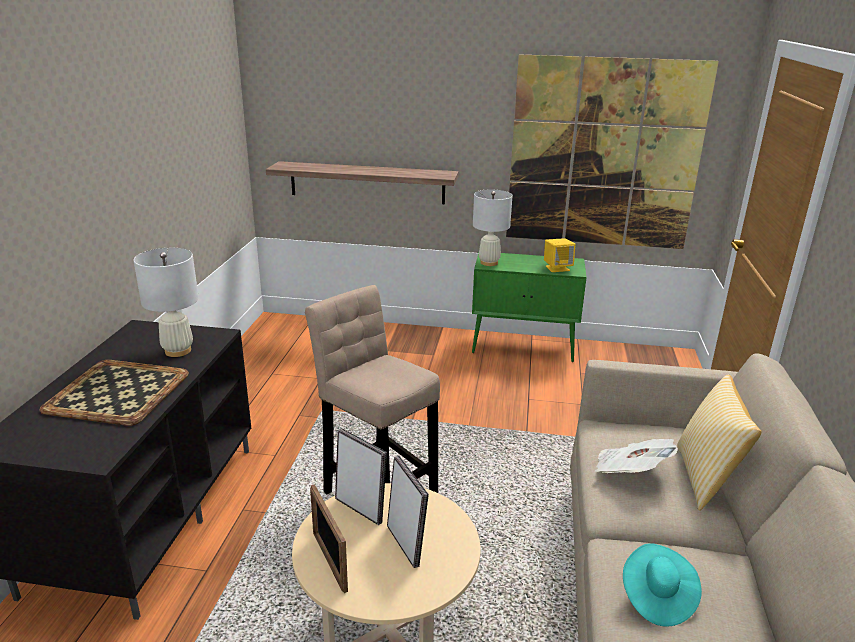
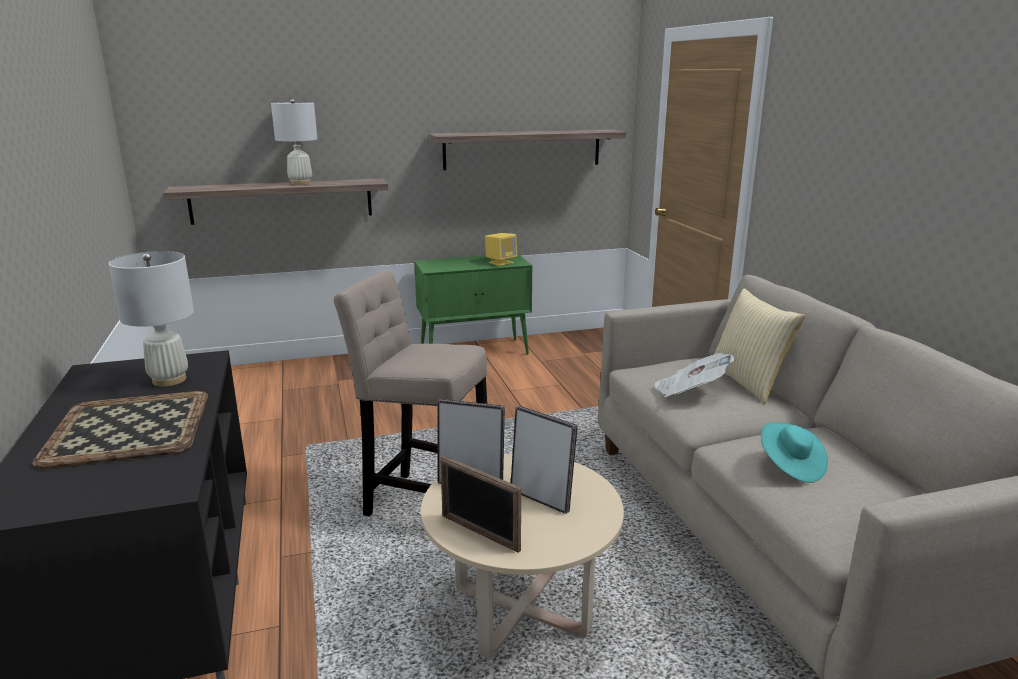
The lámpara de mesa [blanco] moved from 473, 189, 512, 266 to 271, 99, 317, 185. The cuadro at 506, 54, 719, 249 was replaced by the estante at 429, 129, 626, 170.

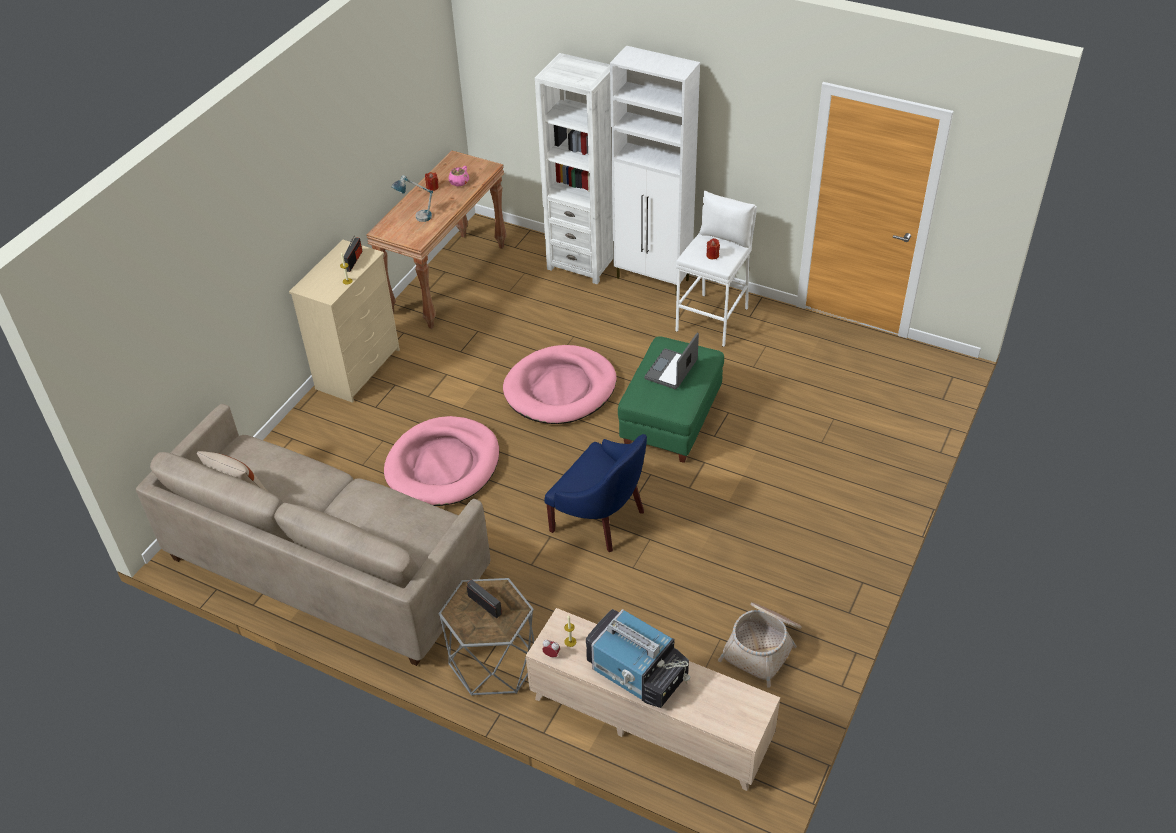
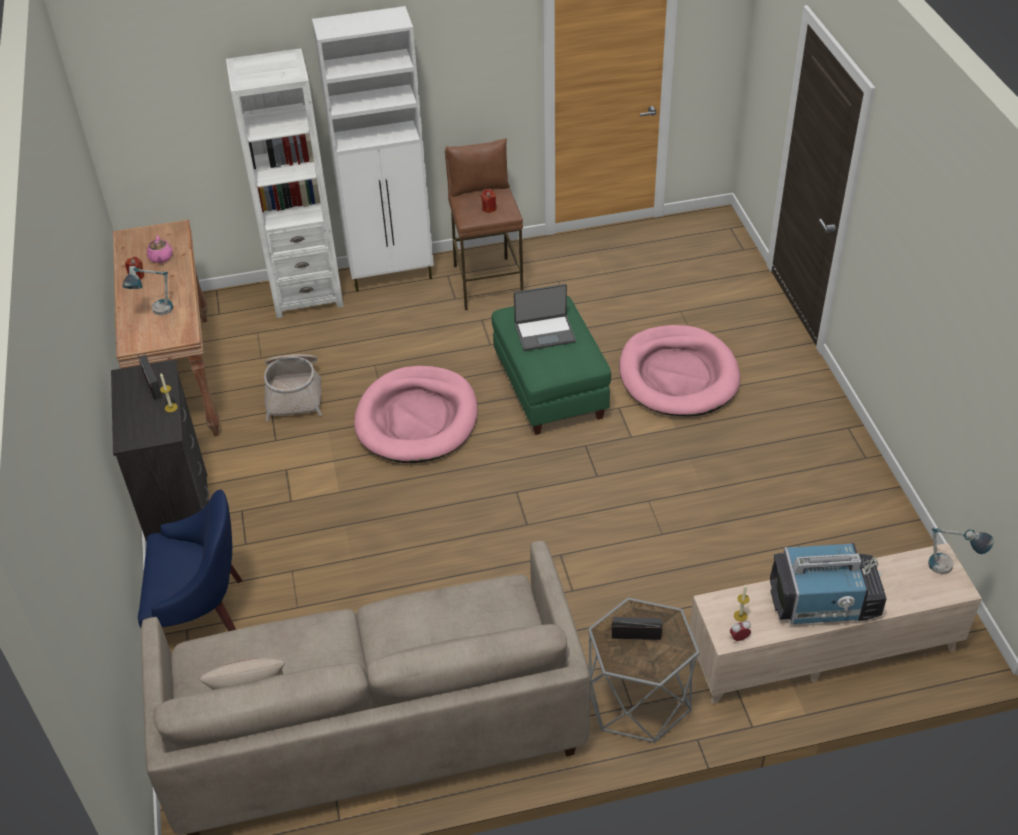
The lámpara de mesa at 928, 527, 994, 574 appeared. The cama para perro [rosa] moved from 384, 416, 499, 506 to 619, 325, 740, 416. The sillón [azul] moved from 544, 434, 647, 552 to 138, 489, 243, 631. The cesta moved from 718, 602, 802, 688 to 264, 354, 322, 421. The cómoda [beis] at 289, 240, 400, 403 became the cómoda [negro] at 111, 359, 209, 542. The taburete [blanco] at 676, 191, 757, 347 became the taburete [marrón] at 445, 138, 523, 310. The portátil at 644, 333, 699, 389 turned 90 degrees counterclockwise.

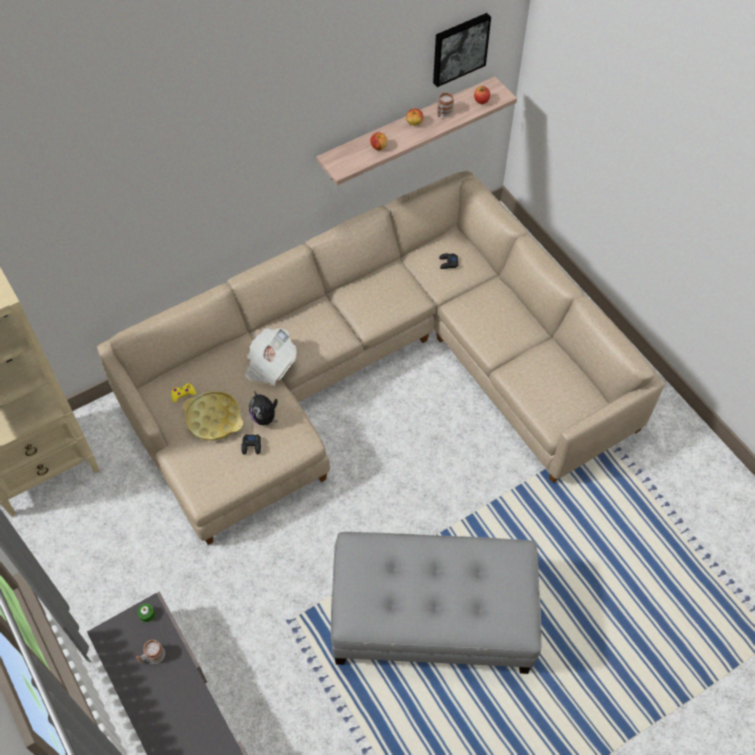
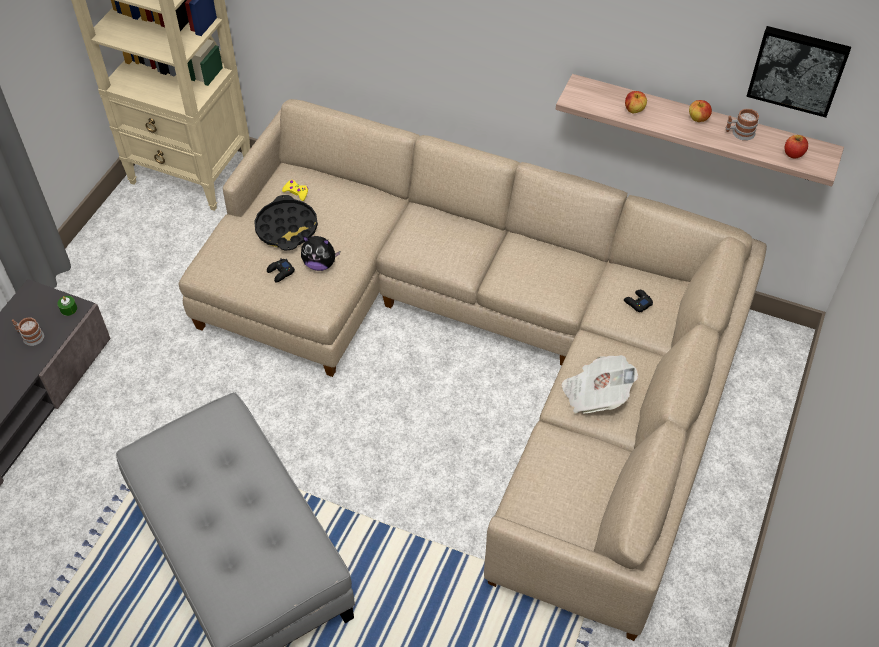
The periódico moved from 245, 328, 297, 386 to 561, 355, 638, 414. The bandeja [amarillo] at 183, 391, 243, 441 became the bandeja [negro] at 254, 195, 318, 251. The peluche at 249, 391, 278, 425 turned 105 degrees counterclockwise.

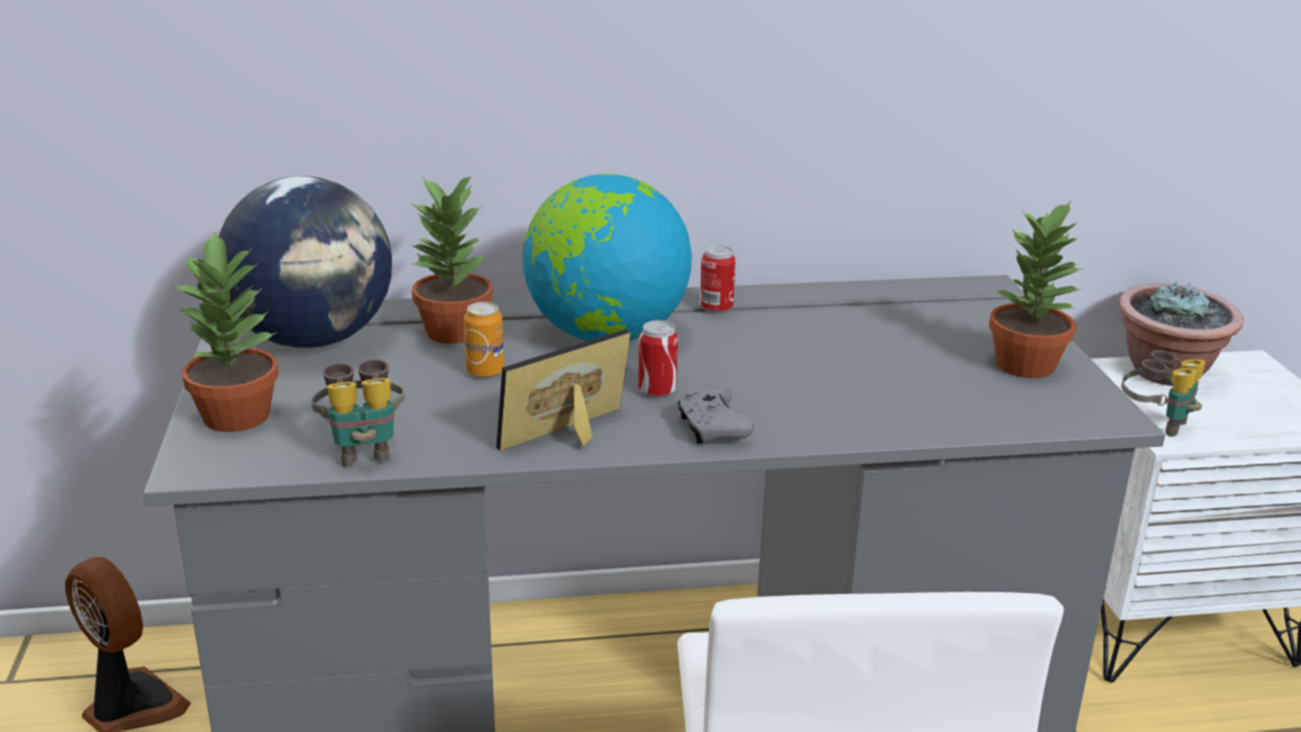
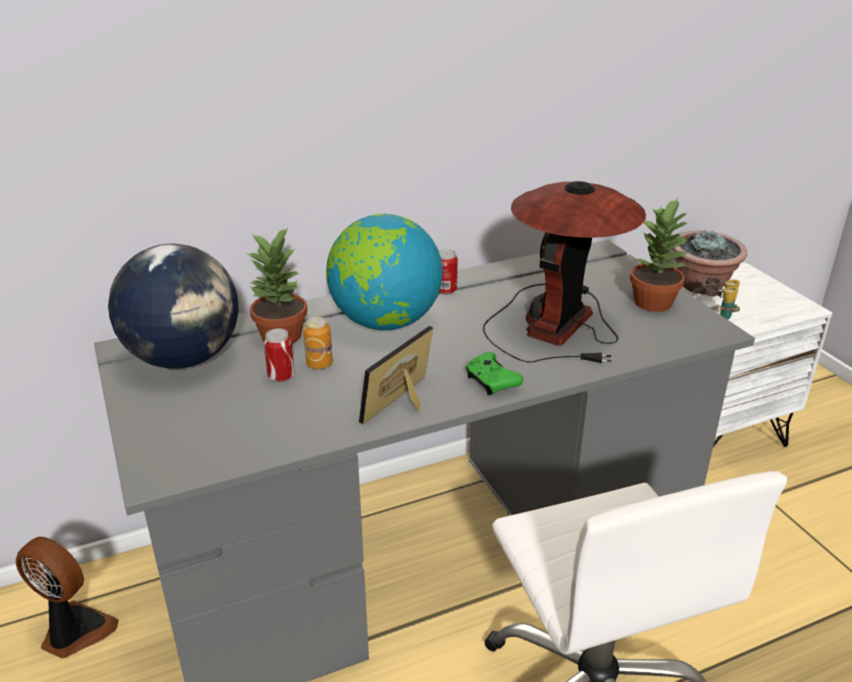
The planta en maceta at 172, 232, 279, 432 disappeared. The prismáticos at 311, 359, 405, 466 disappeared. The lámpara de mesa at 483, 181, 646, 363 appeared. The lata moved from 638, 320, 678, 398 to 264, 329, 295, 382. The mando de consola [gris] at 678, 386, 754, 444 became the mando de consola [verde] at 466, 352, 523, 395.

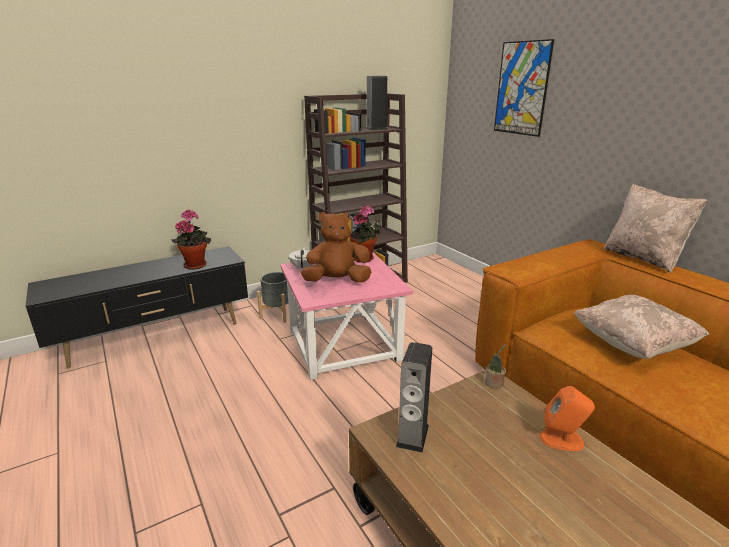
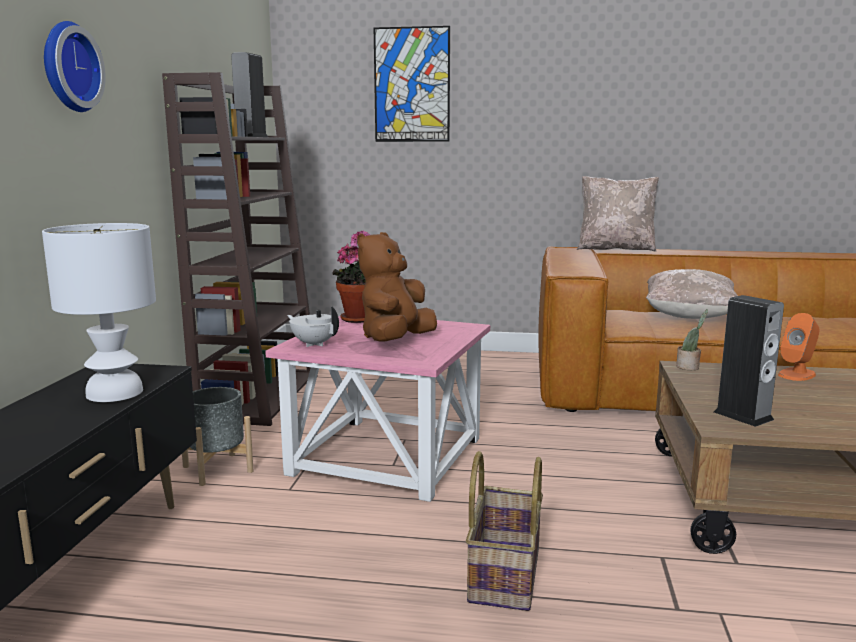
The reloj de pared at 44, 21, 106, 112 appeared. The cesta at 466, 451, 543, 611 appeared. The planta en maceta at 171, 210, 211, 270 was replaced by the lámpara de mesa [blanco] at 42, 223, 156, 402.

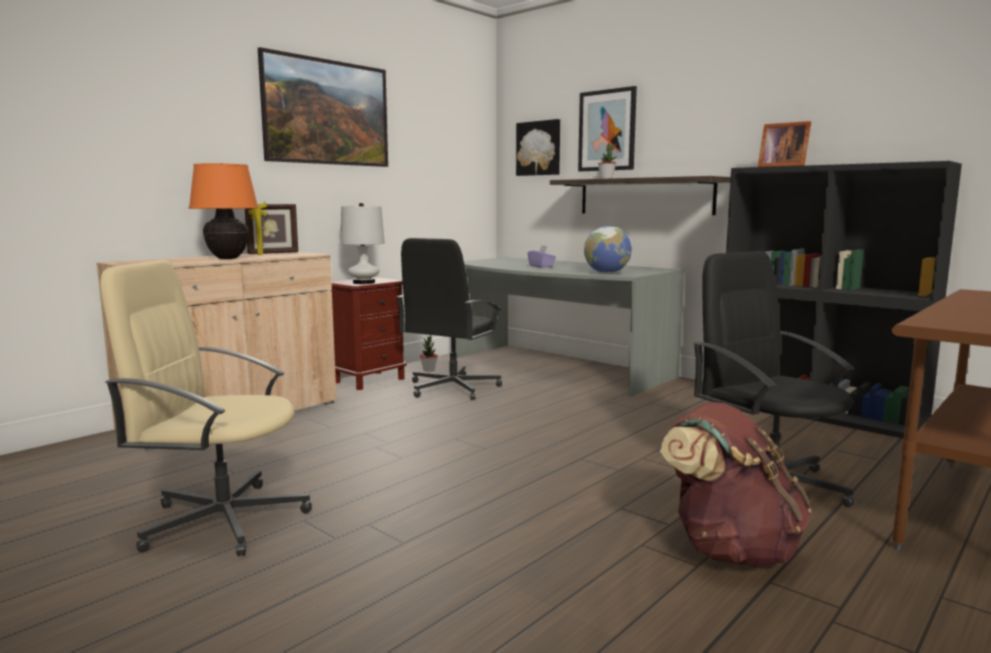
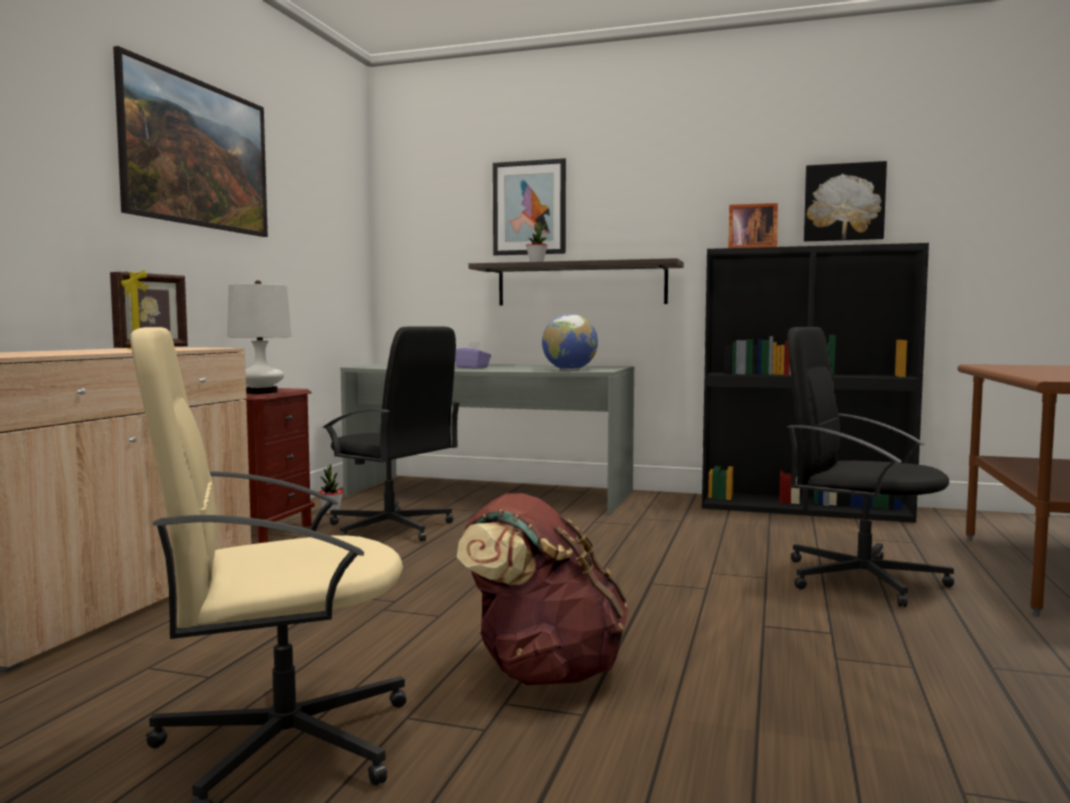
The lámpara de mesa [naranja] at 189, 163, 259, 259 disappeared. The cuadro moved from 516, 119, 560, 176 to 804, 161, 887, 241. The mochila [marrón] moved from 660, 402, 812, 567 to 457, 493, 628, 685. The silla de oficina [negro] at 397, 238, 502, 400 turned 60 degrees counterclockwise.

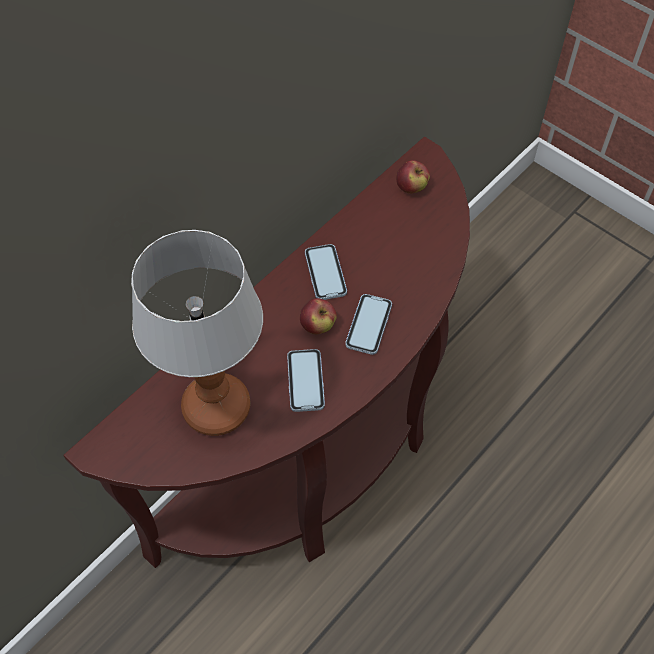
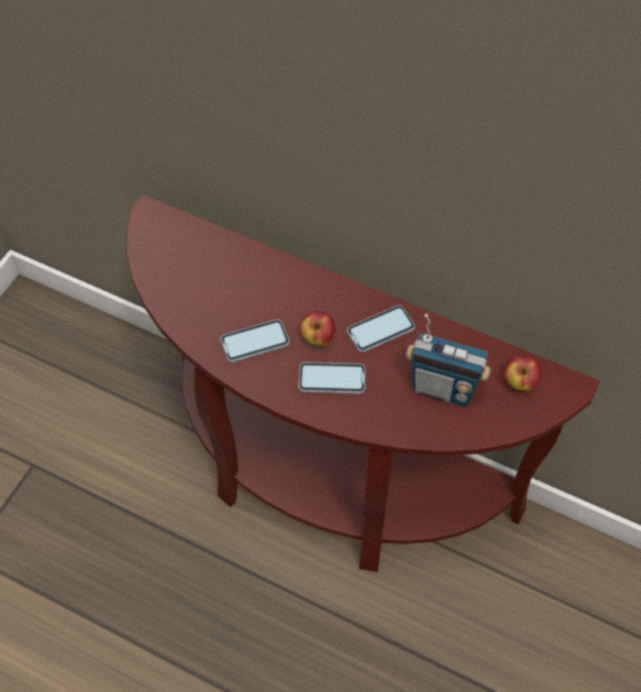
The lámpara de mesa at 131, 230, 263, 436 disappeared. The radio at 406, 314, 491, 407 appeared.

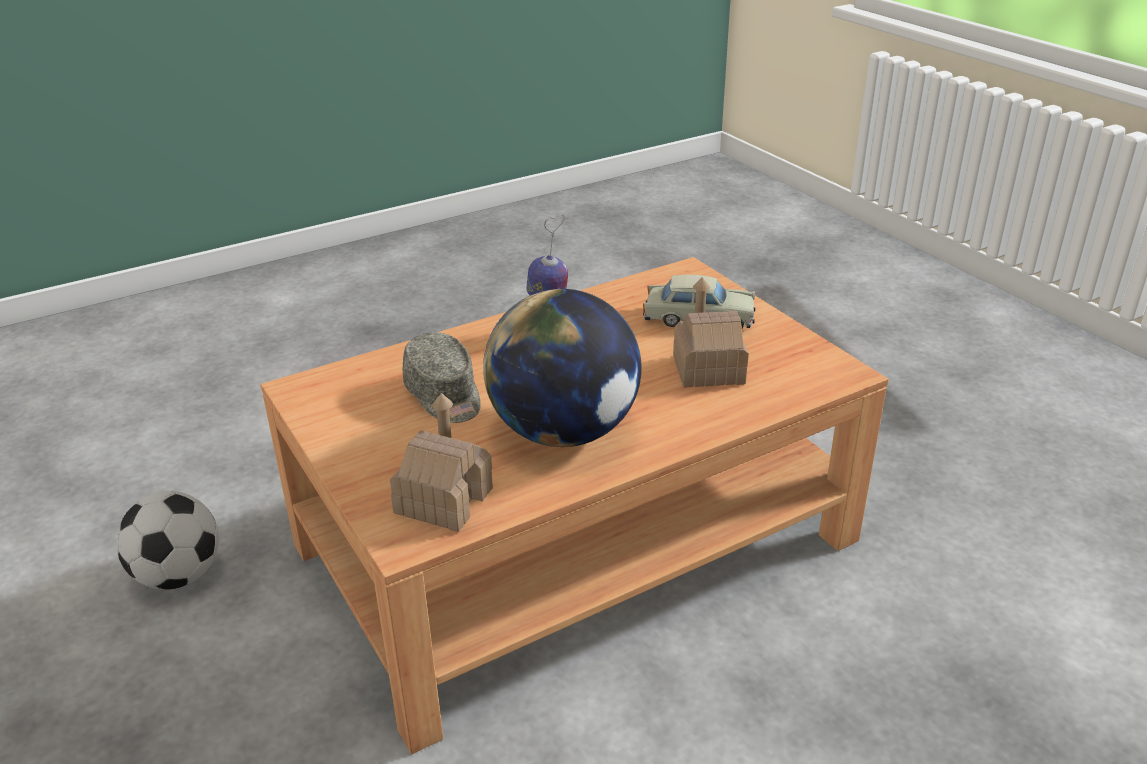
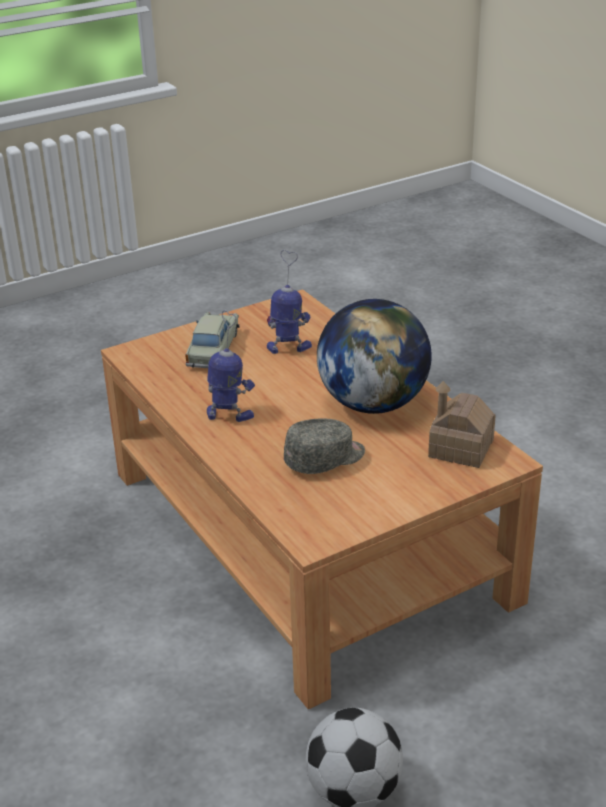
The casita at 673, 277, 749, 388 was replaced by the robot de juguete at 267, 250, 312, 354.

